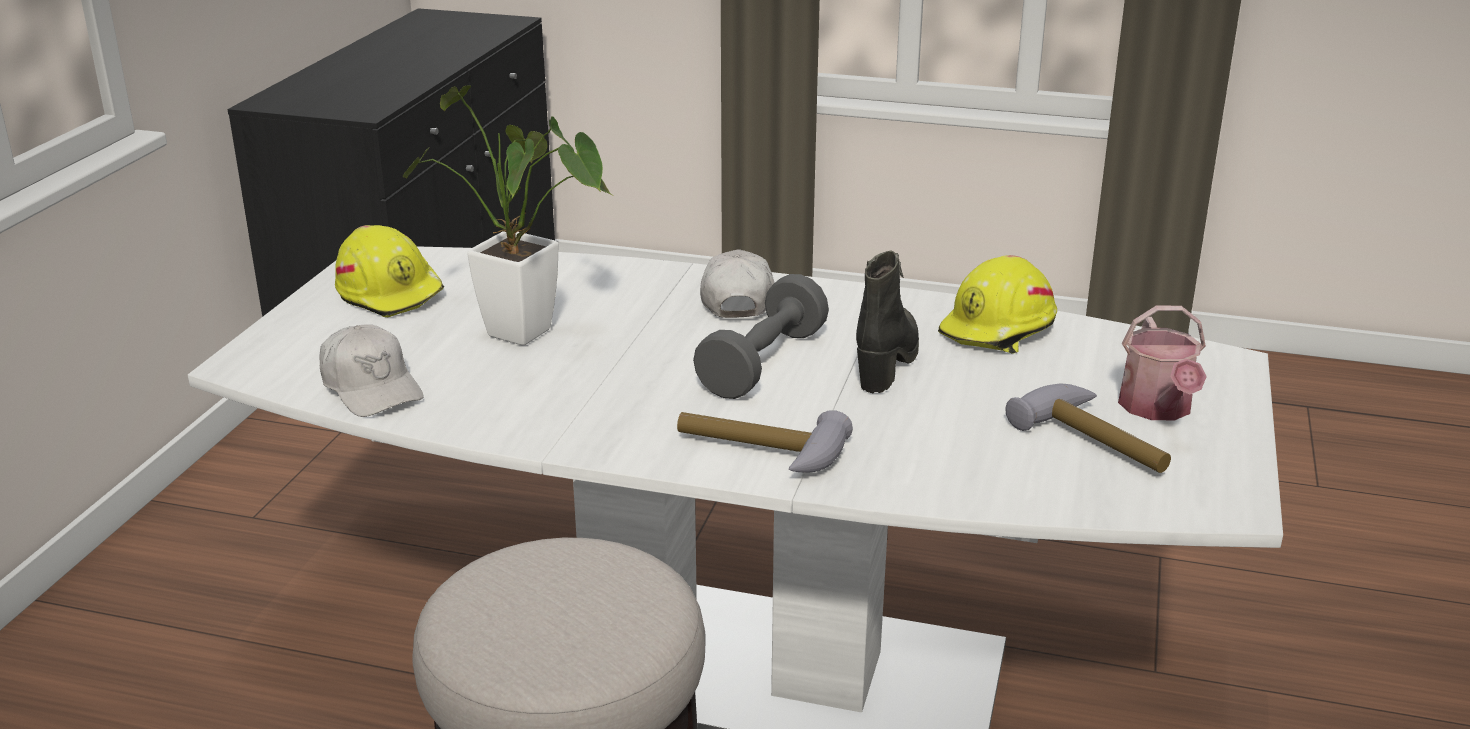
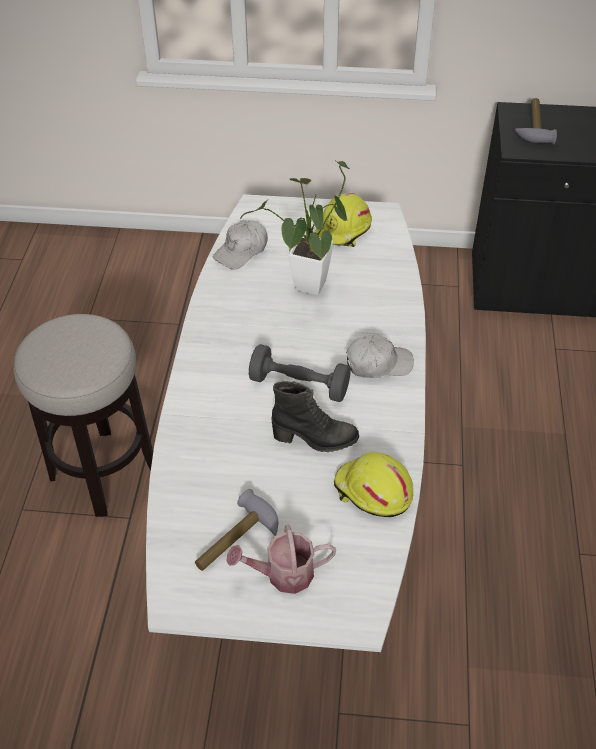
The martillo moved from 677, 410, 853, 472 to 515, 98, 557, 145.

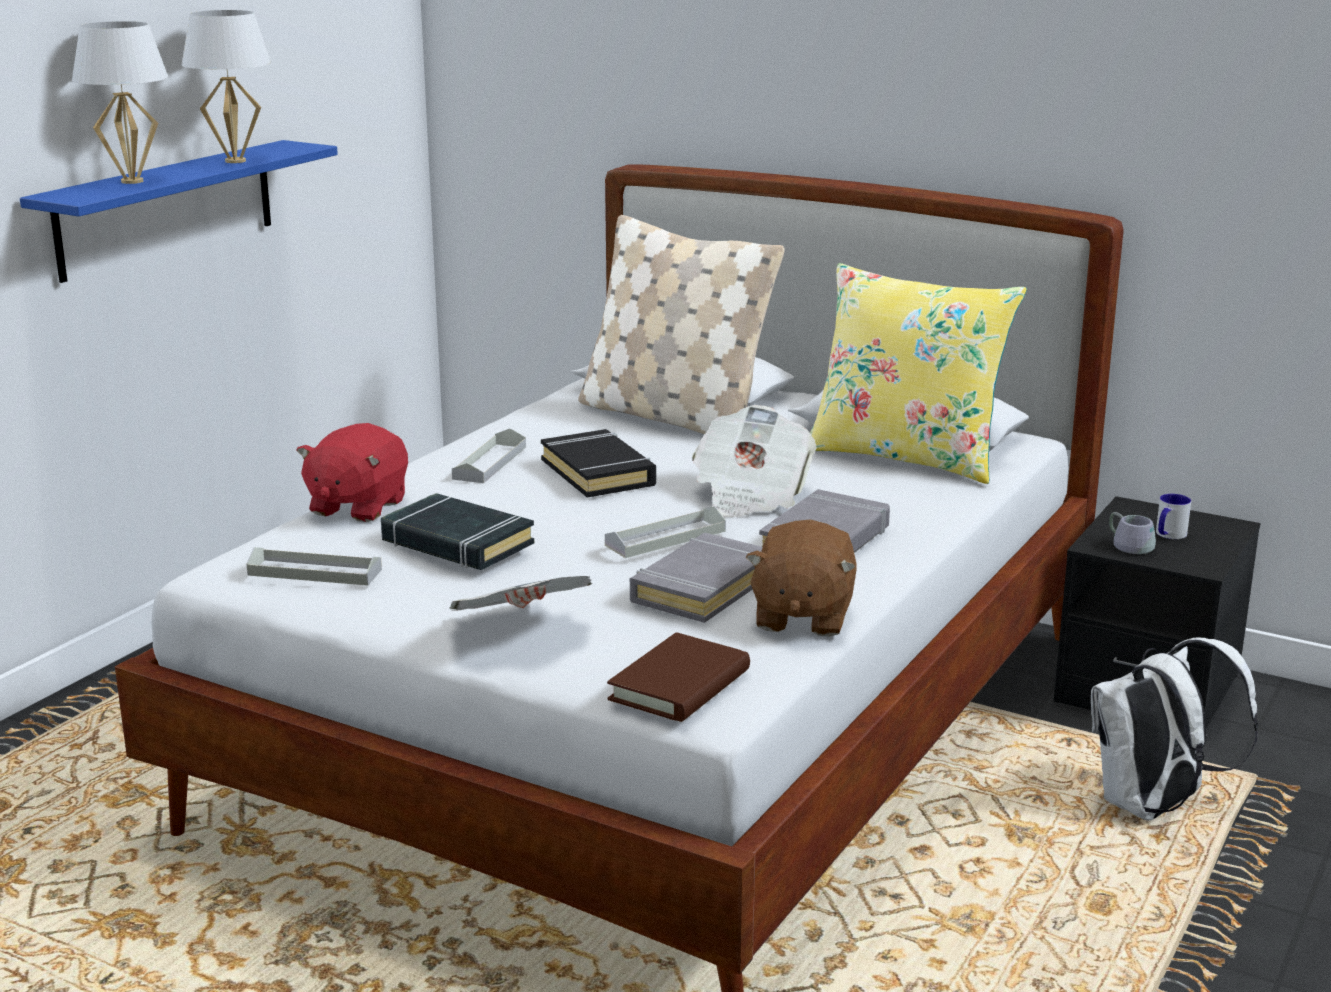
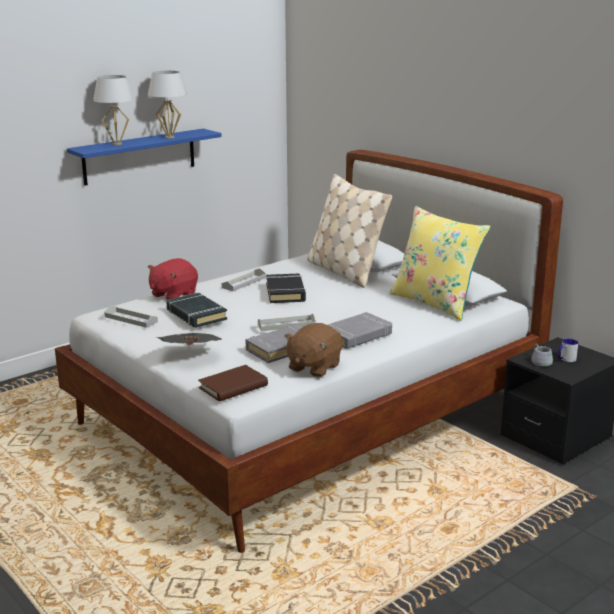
The periódico at 692, 405, 817, 517 disappeared. The mochila [blanco] at 1091, 637, 1259, 821 disappeared.

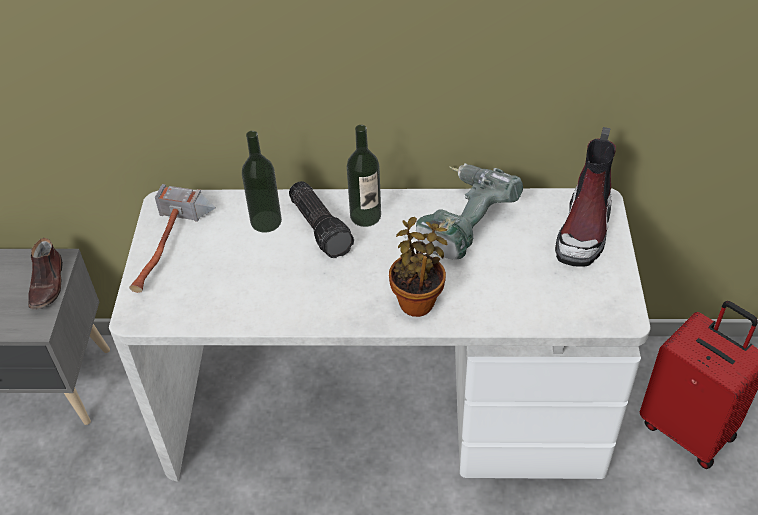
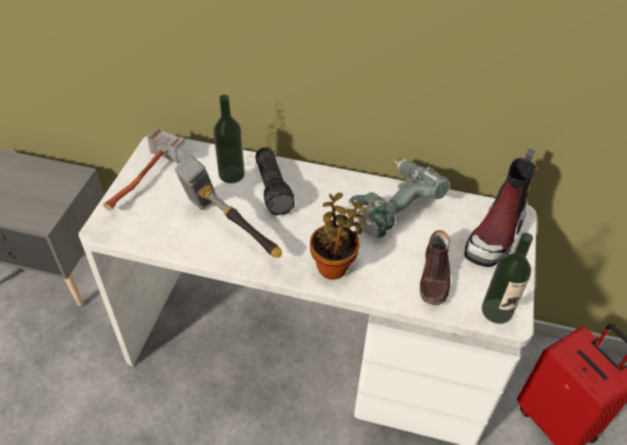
The martillo at 175, 155, 282, 258 appeared. The zapato [marrón] moved from 28, 238, 63, 309 to 420, 230, 451, 305. The botella moved from 347, 125, 381, 227 to 482, 233, 533, 324.

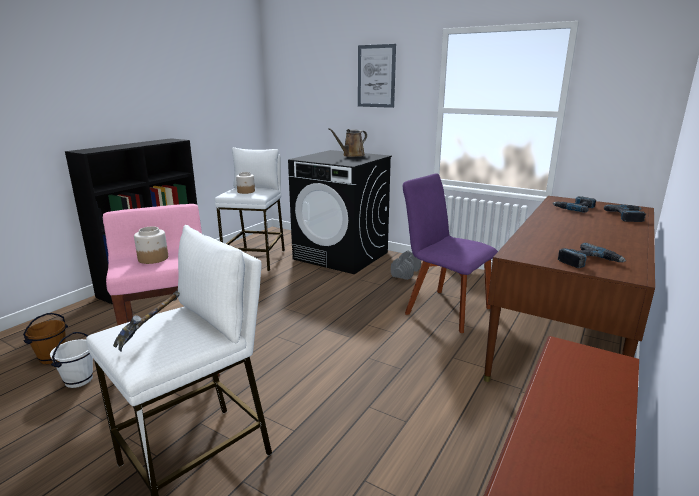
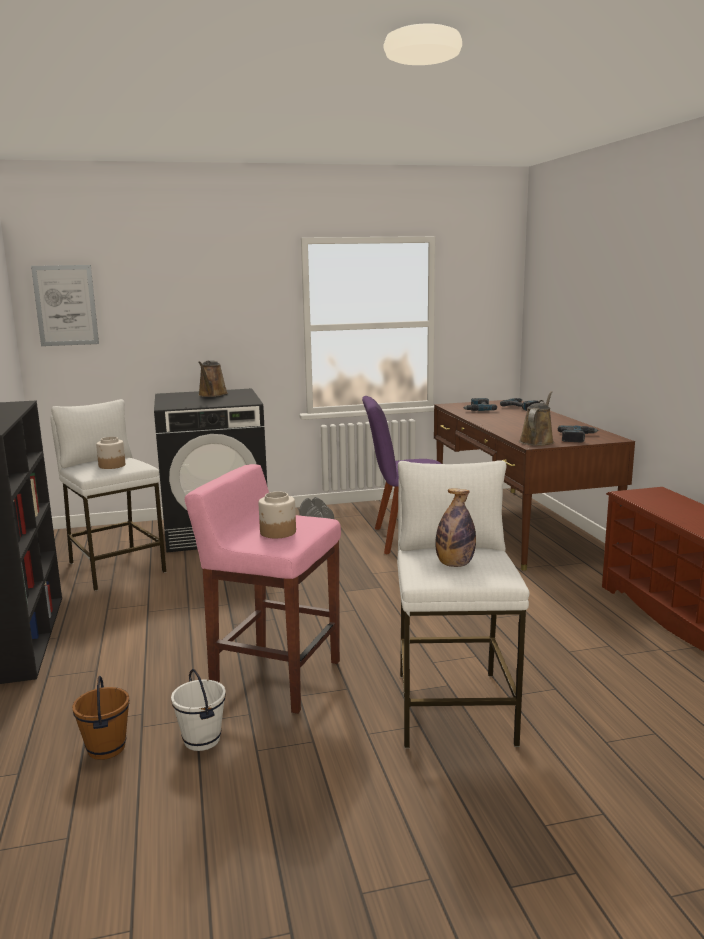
The regadera [marrón] at 519, 391, 554, 446 appeared. The cuadro moved from 358, 44, 396, 108 to 31, 265, 99, 346. The martillo at 113, 291, 180, 352 was replaced by the botella at 435, 488, 476, 567.

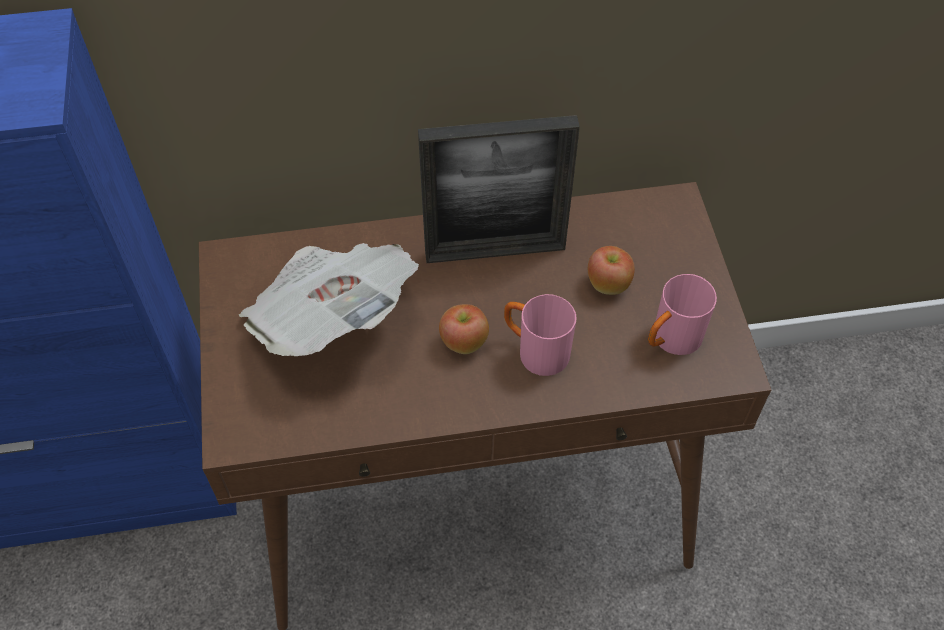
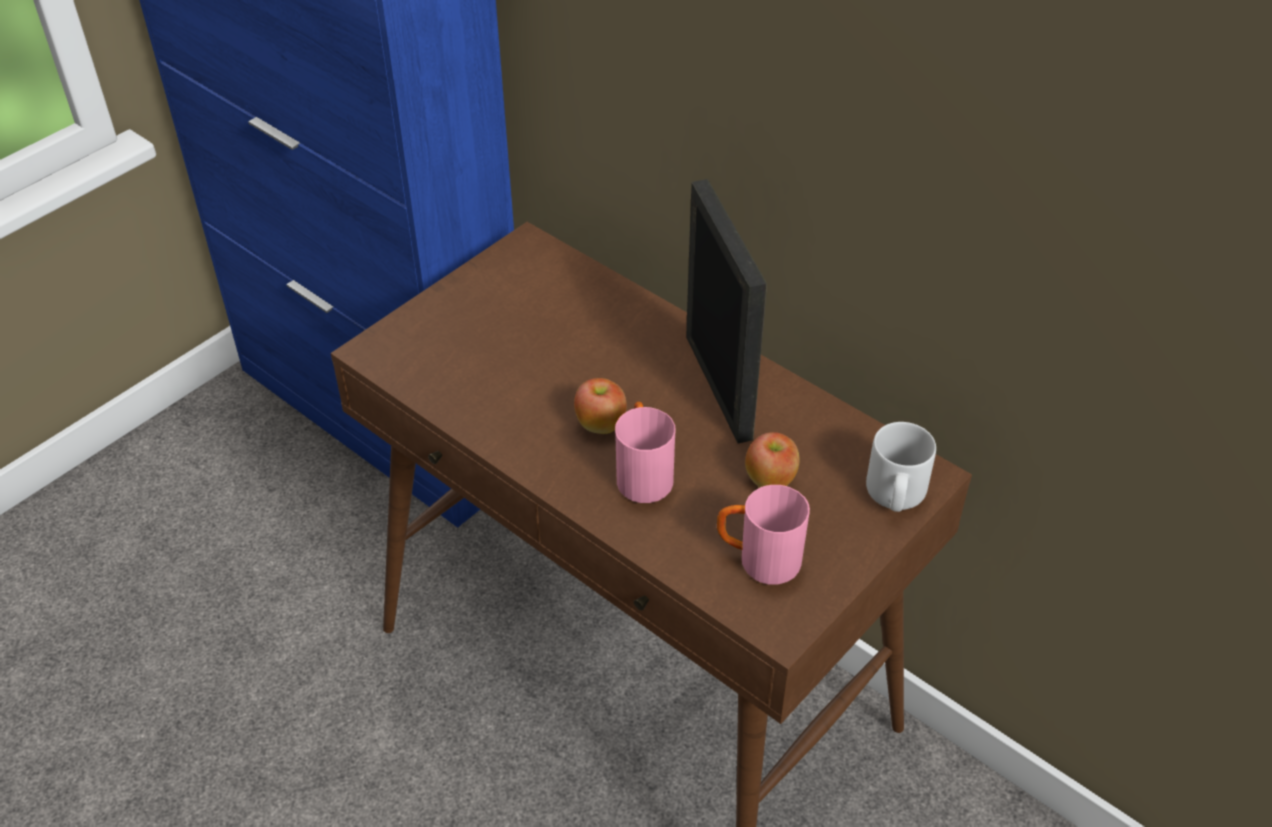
The periódico at 239, 243, 419, 356 disappeared. The taza grande [gris] at 866, 422, 936, 512 appeared. The portarretratos at 418, 115, 580, 263 turned 150 degrees counterclockwise.

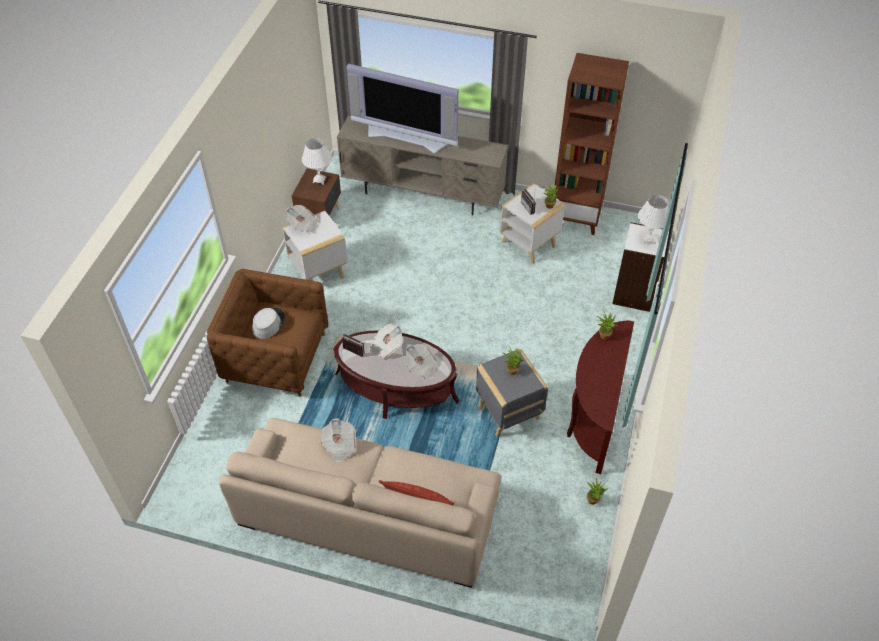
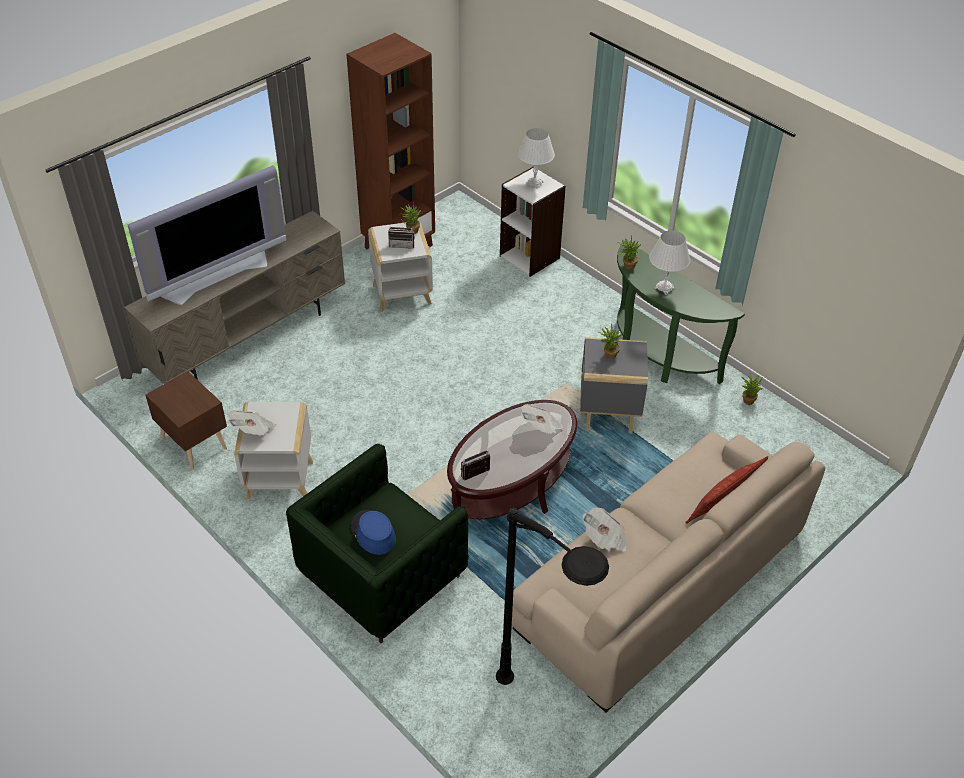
The periódico at 369, 323, 403, 359 disappeared. The lámpara de pie [negro] at 496, 508, 609, 685 appeared. The lámpara de mesa [blanco] moved from 302, 138, 332, 185 to 649, 230, 690, 295. The sillón [marrón] at 207, 269, 328, 397 became the sillón [verde] at 286, 444, 469, 643. The sombrero [gris] at 252, 308, 285, 339 became the sombrero [azul] at 351, 510, 396, 555. The mesa consola [marrón] at 567, 320, 634, 474 became the mesa consola [verde] at 617, 241, 745, 384.

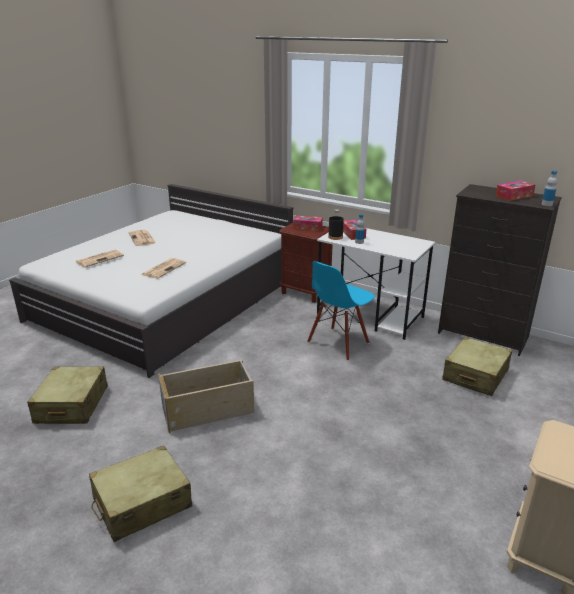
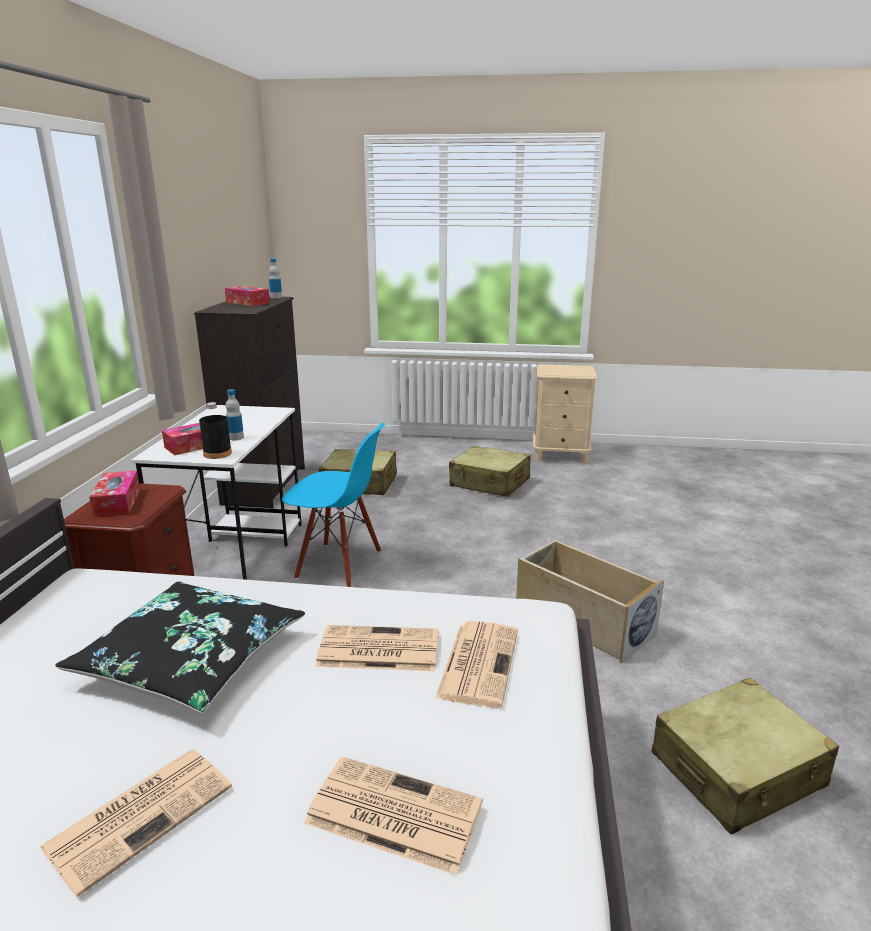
The cojín [negro] at 55, 582, 305, 713 appeared. The periódico at 435, 621, 518, 708 appeared. The maleta [beis] moved from 89, 445, 193, 542 to 449, 446, 531, 497.

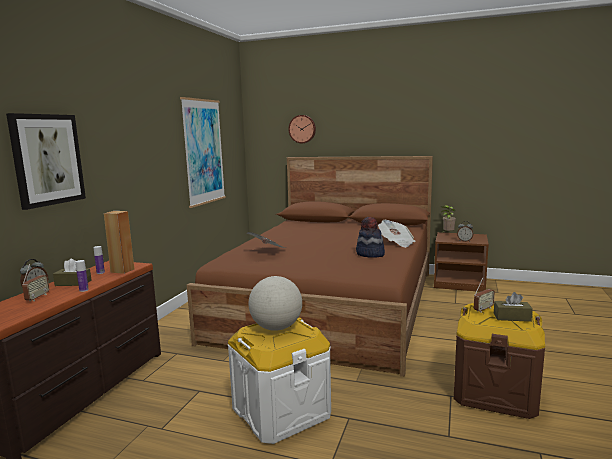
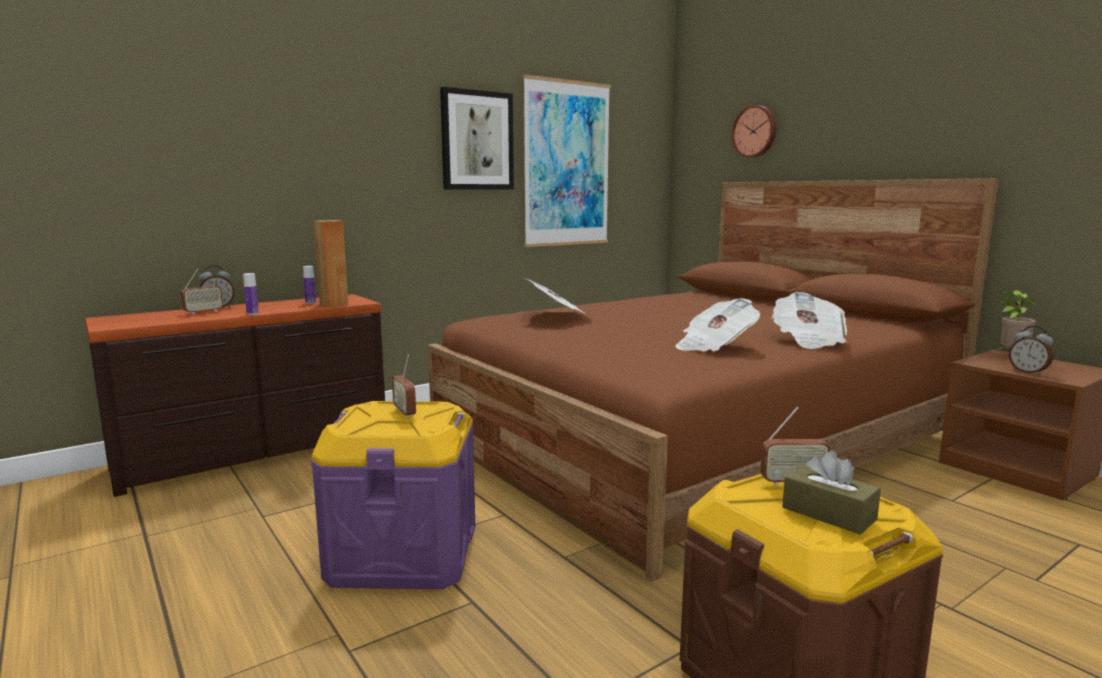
The caja de pañuelos [marrón] at 53, 259, 91, 286 disappeared. The cuadro moved from 6, 113, 86, 210 to 440, 87, 514, 190. The globo terráqueo at 248, 276, 302, 331 was replaced by the radio at 392, 355, 416, 418. The sombrero at 356, 217, 385, 258 was replaced by the periódico at 675, 298, 760, 351. The caja de almacenaje [blanco] at 228, 317, 331, 444 became the caja de almacenaje [morado] at 311, 401, 475, 589.

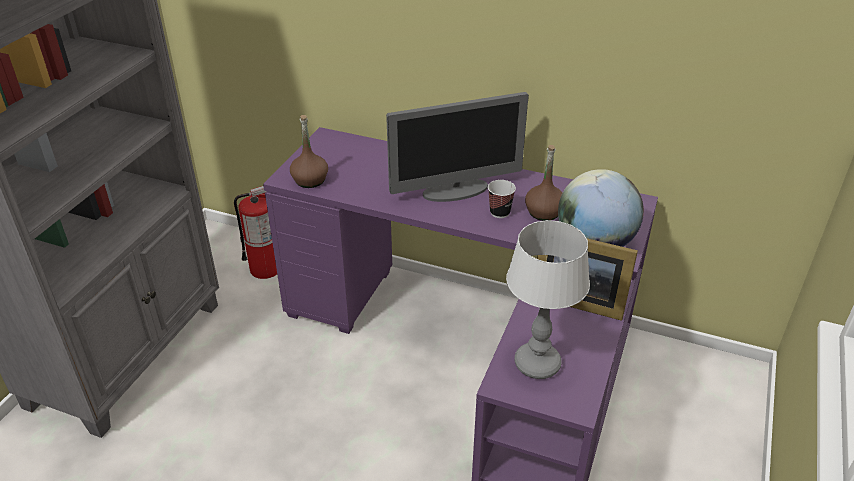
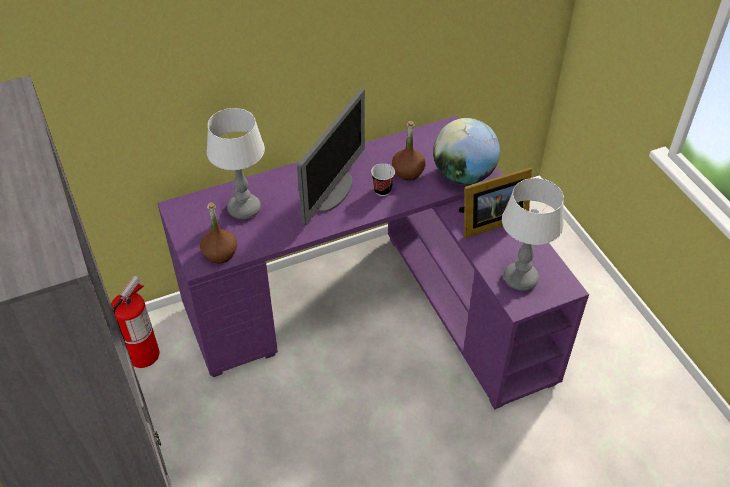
The lámpara de mesa at 207, 108, 265, 219 appeared.

